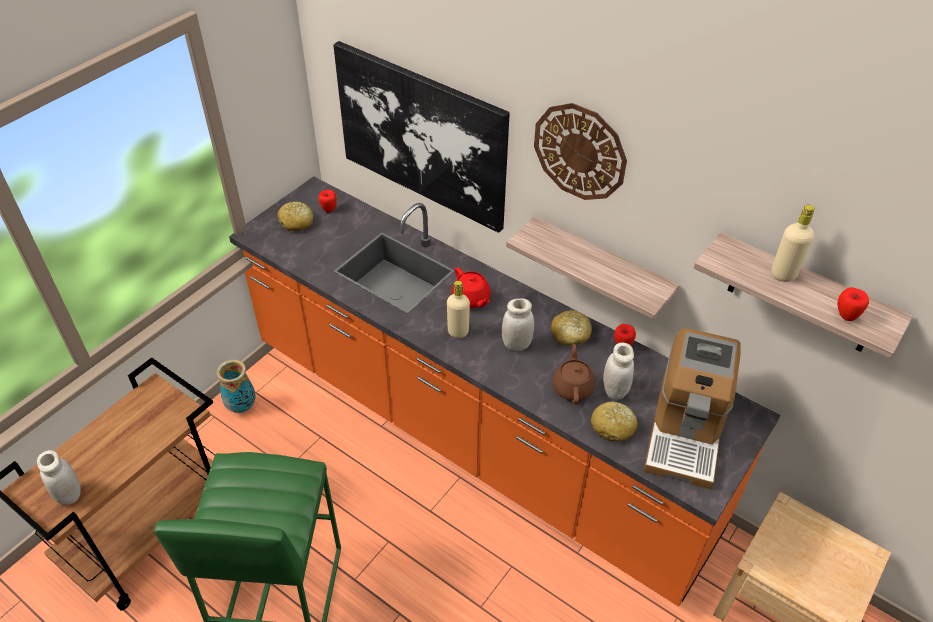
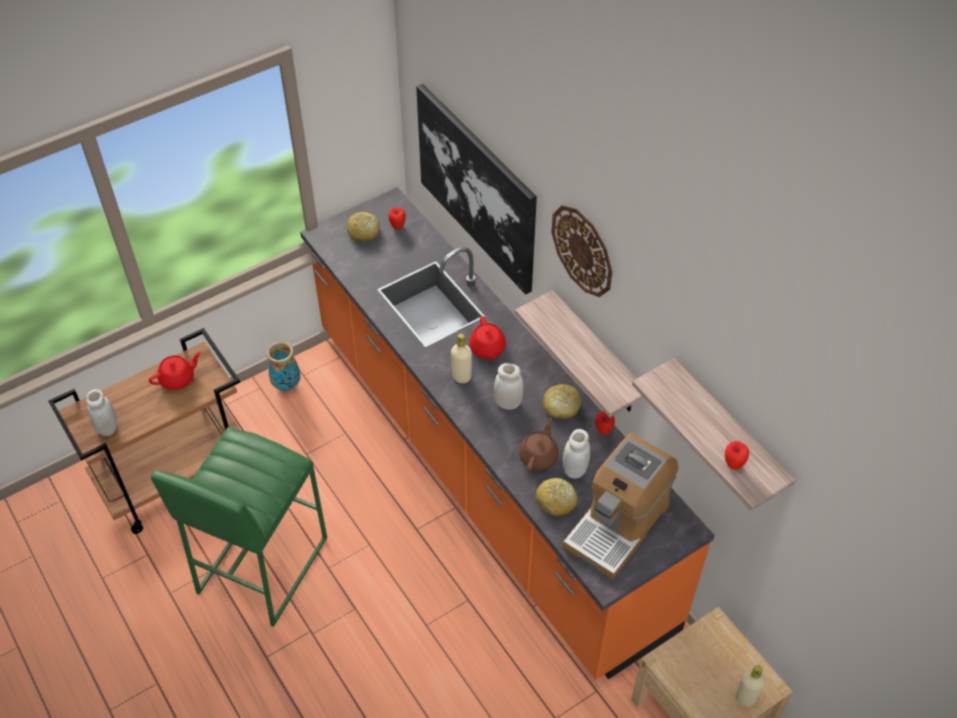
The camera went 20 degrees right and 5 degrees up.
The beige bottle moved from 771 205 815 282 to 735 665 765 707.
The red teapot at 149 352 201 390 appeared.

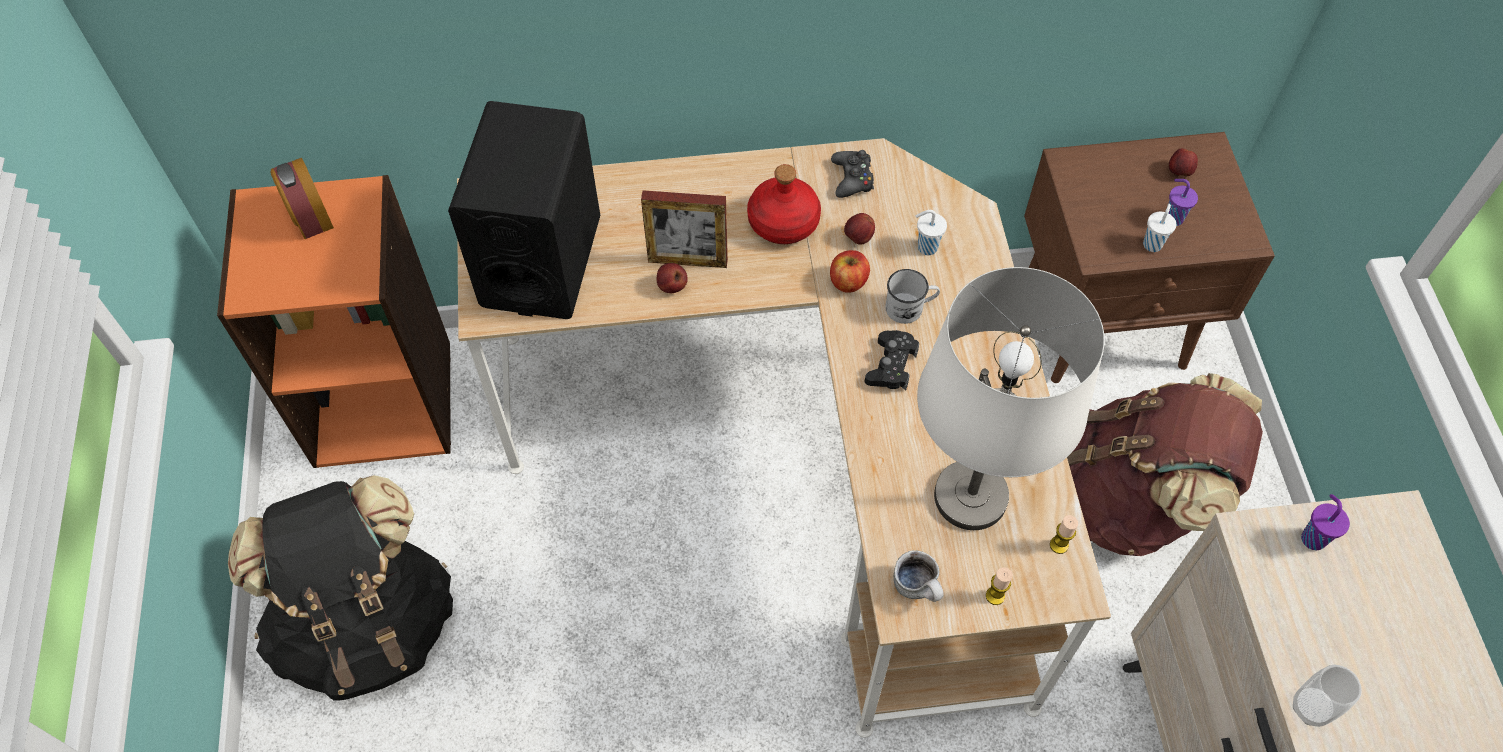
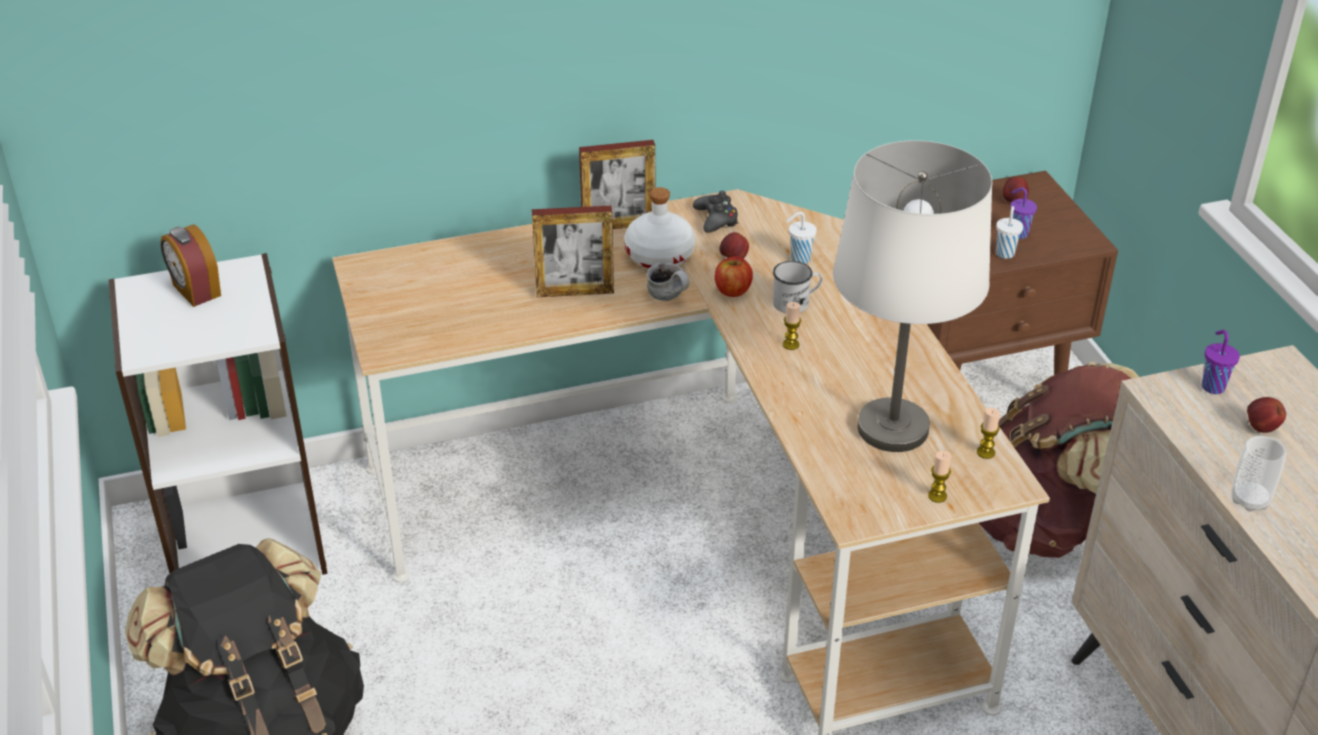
The camera went 10 degrees left and 20 degrees down.
The black speaker at 448 101 600 319 disappeared.
The red bottle at 747 164 821 244 became the white bottle at 624 187 695 268.
The orange bookcase at 217 175 451 468 became the white bookcase at 108 253 327 575.
The apple moved from 656 263 688 293 to 1247 397 1286 433.
The black game controller at 865 330 919 390 was replaced by the candle at 783 302 801 350.
The mug moved from 894 550 944 602 to 647 263 689 301.
The picture frame at 579 140 655 229 appeared.

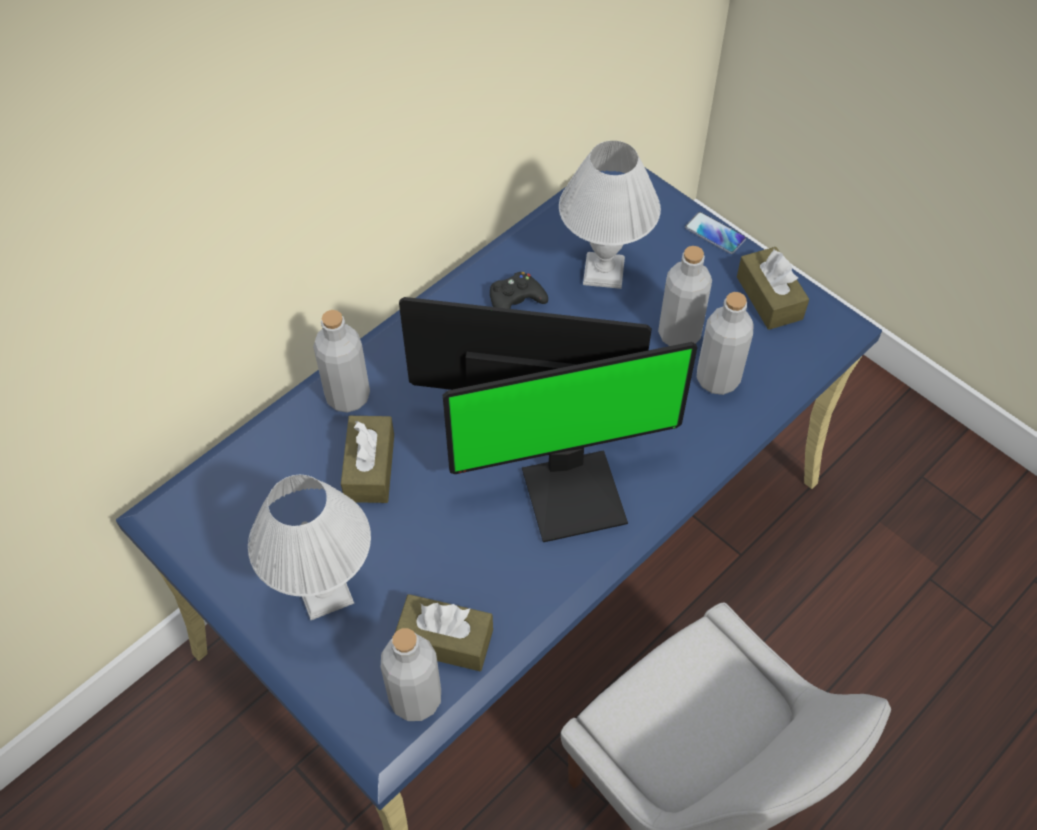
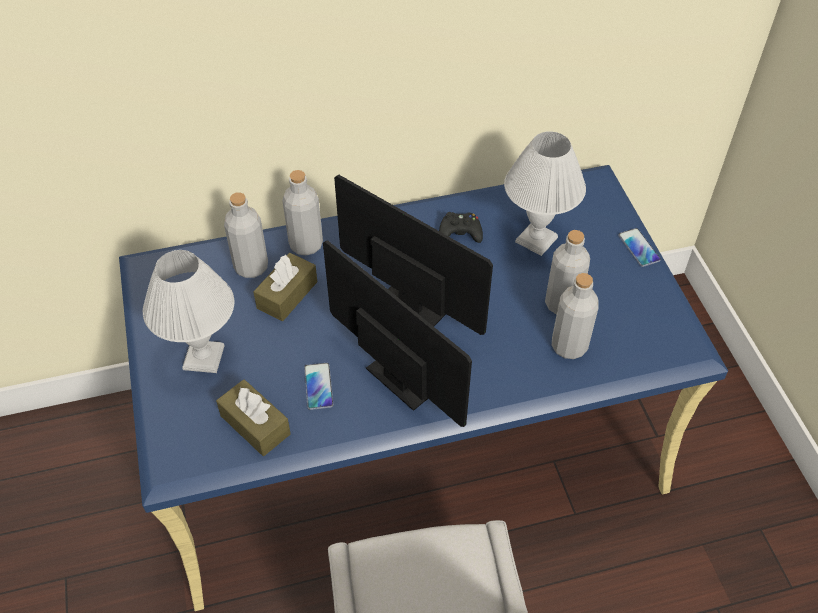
The camera went 30 degrees right and 5 degrees down.
The brown tissue box at 737 247 809 330 disappeared.
The monitor at 443 342 697 542 turned 150 degrees counterclockwise.
The grey bottle moved from 381 628 441 721 to 224 192 268 278.
The phone at 304 363 333 410 appeared.

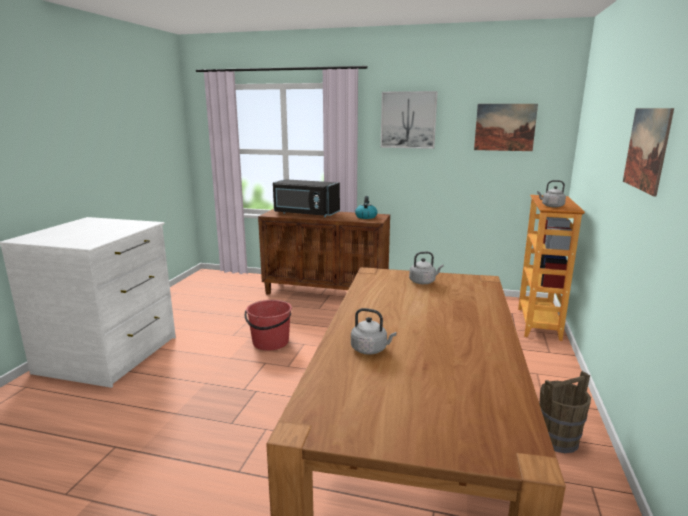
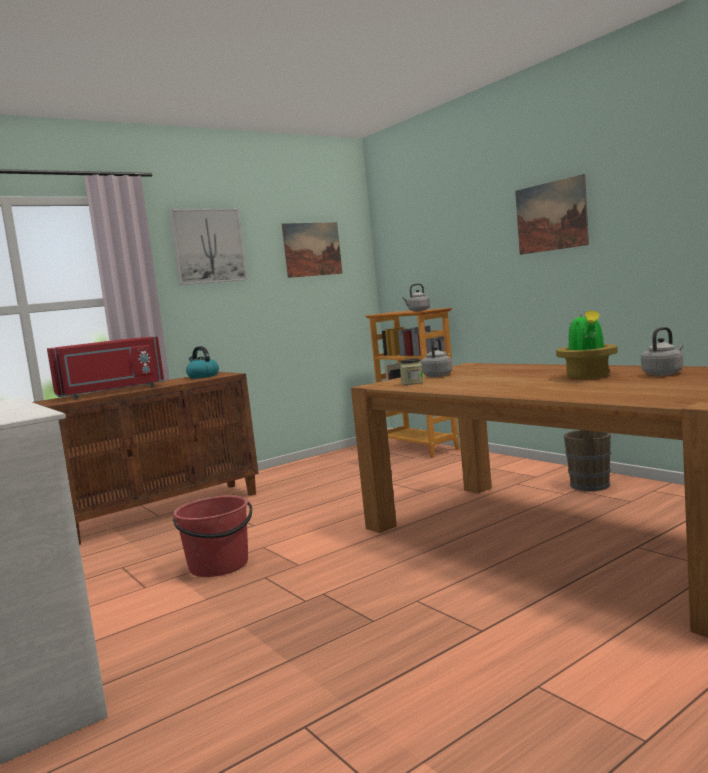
The camera went 50 degrees left and 10 degrees down.
The black microwave at 273 179 340 217 became the red microwave at 47 336 164 399.
The grey kettle moved from 351 308 396 355 to 641 327 683 376.
The potted plant at 556 310 618 378 appeared.
The jar at 400 358 423 385 appeared.

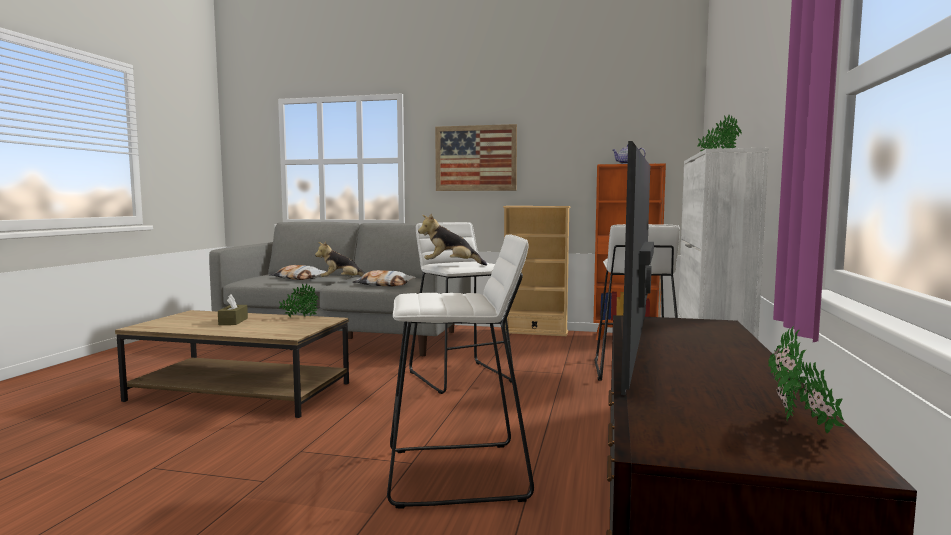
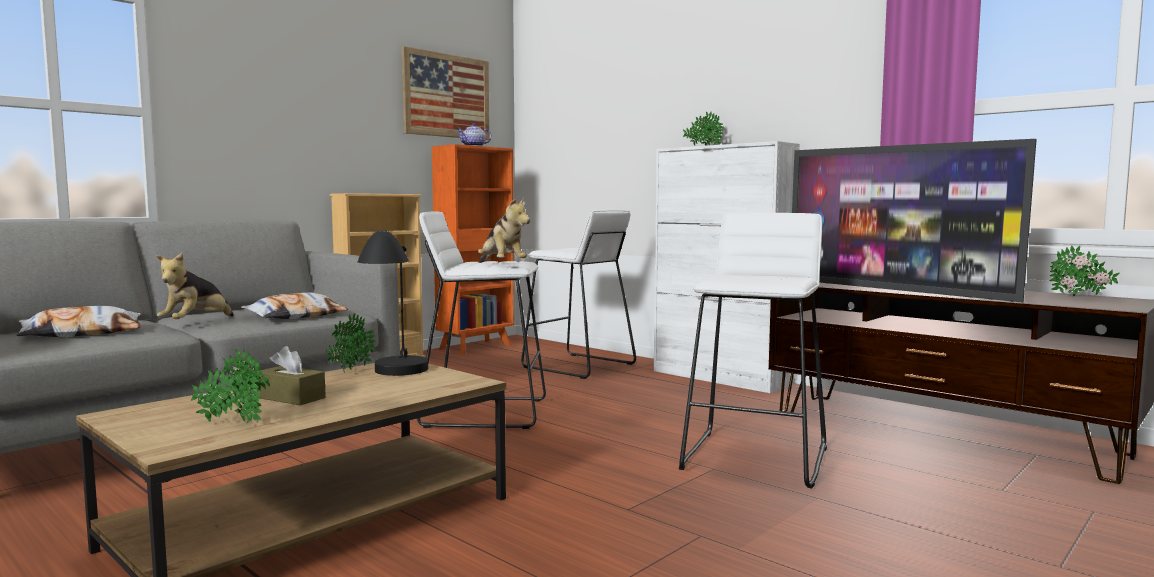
The camera went 60 degrees left and 0 degrees up.
The picture moved from 435 124 517 191 to 401 46 490 140.
The plush toy at 418 214 487 266 turned 60 degrees counterclockwise.
The black table lamp at 358 230 428 376 appeared.
The potted plant at 190 349 270 424 appeared.

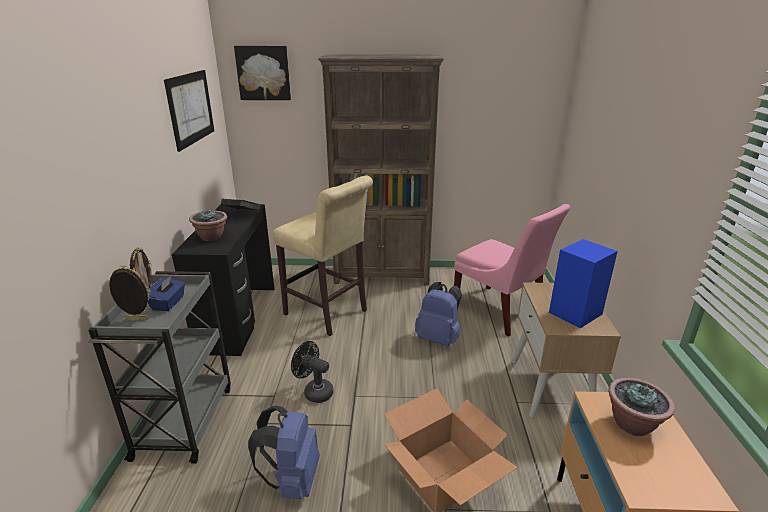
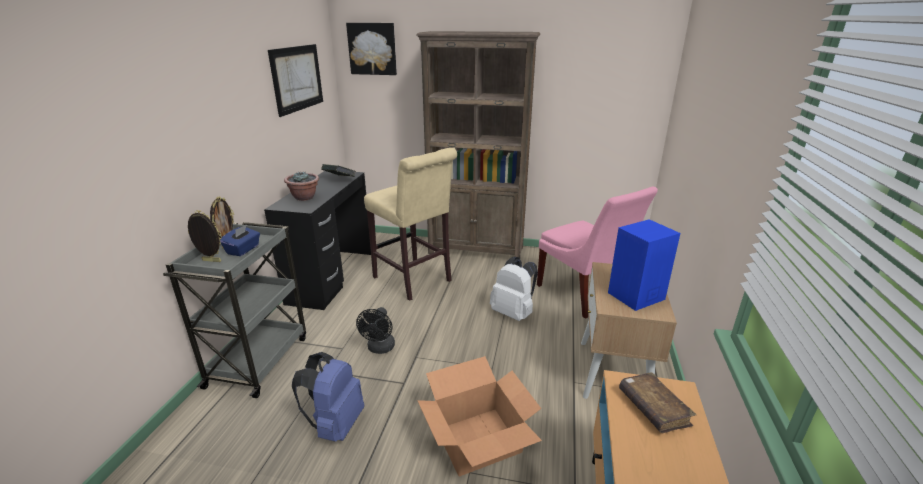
The camera went 10 degrees right and 0 degrees up.
The blue backpack at 415 282 462 346 became the white backpack at 490 257 538 321.
The black fan at 291 341 334 403 turned 120 degrees counterclockwise.
The potted plant at 608 377 675 436 was replaced by the brown book at 619 372 697 433.

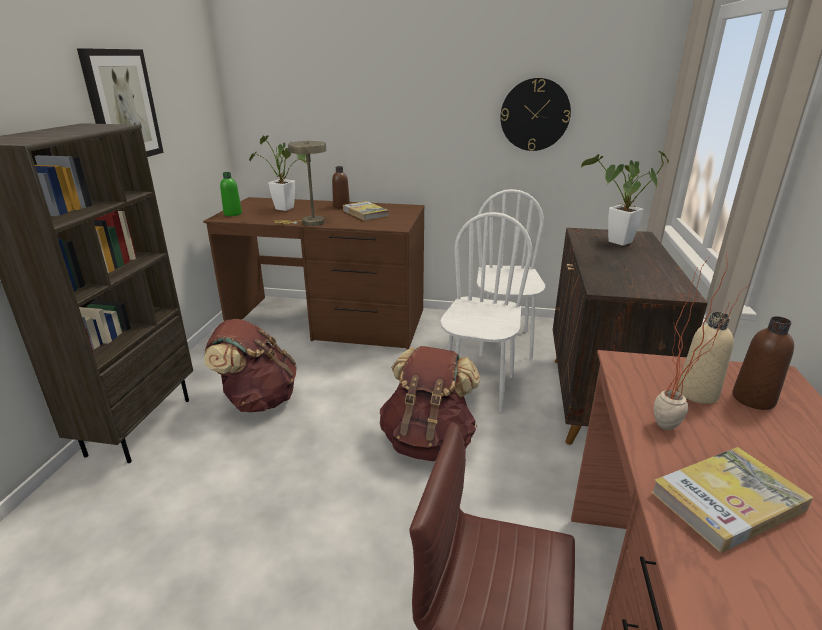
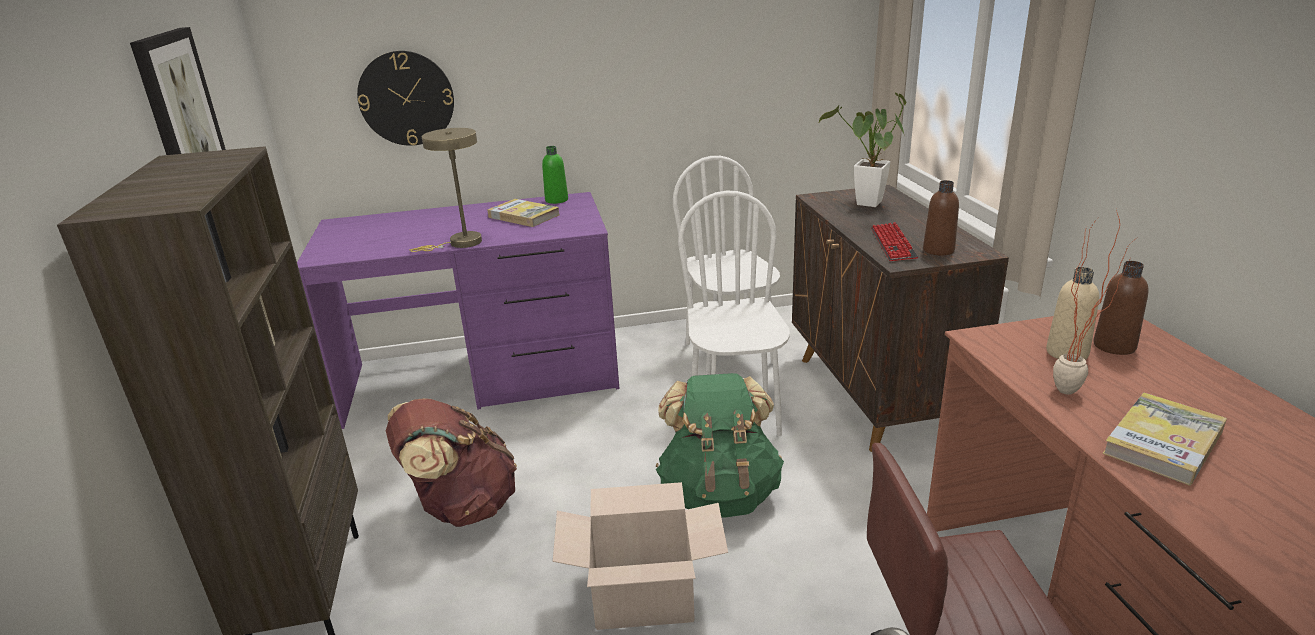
The camera went 20 degrees left and 0 degrees up.
The wall clock moved from 500 78 571 151 to 357 51 454 146.
The potted plant at 249 135 307 211 disappeared.
The brown bottle moved from 332 166 350 209 to 923 180 959 256.
The green bottle moved from 220 172 242 216 to 542 146 568 204.
The brown desk at 203 197 425 350 became the purple desk at 297 192 619 429.
The brown backpack at 380 346 480 461 became the green backpack at 656 373 784 517.
The keyboard at 871 222 918 261 appeared.
The cardboard box at 553 482 728 630 appeared.

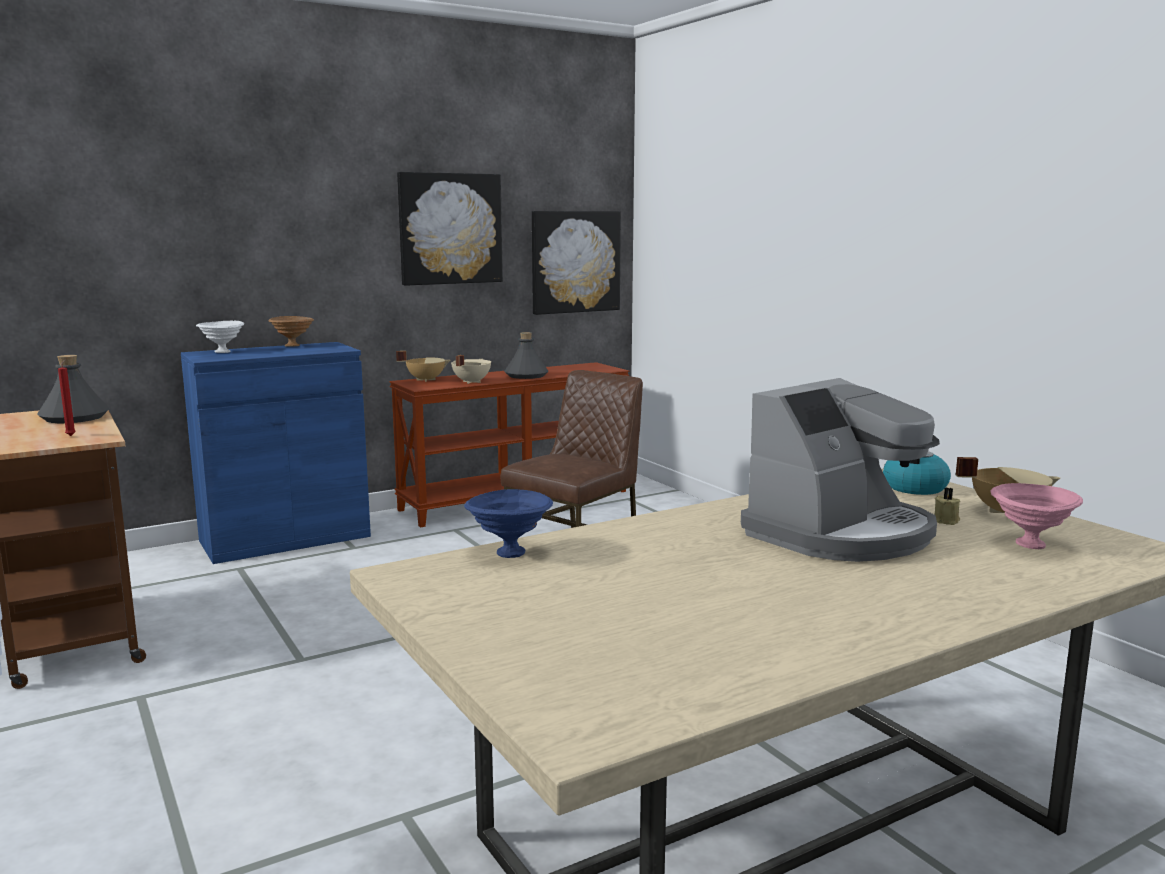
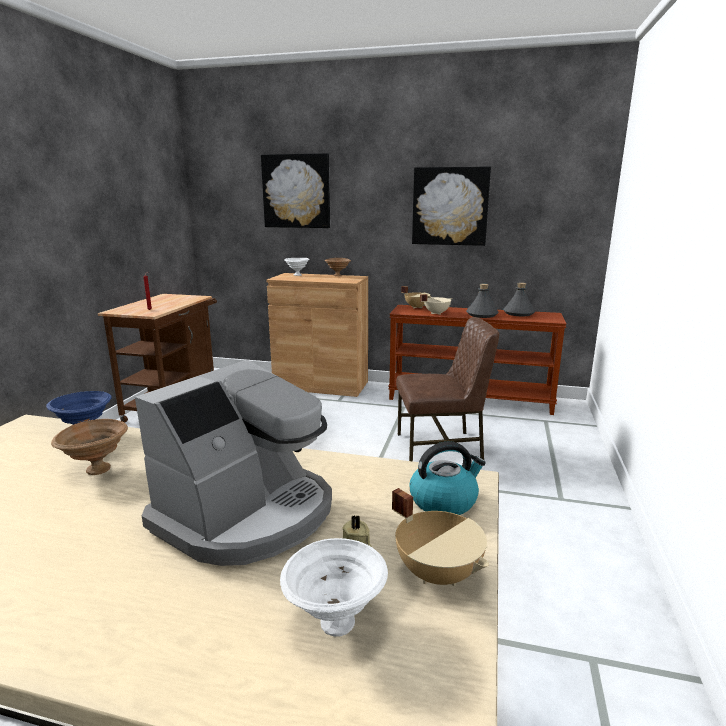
The camera went 45 degrees right and 5 degrees up.
The picture moved from 532 211 621 315 to 261 153 330 228.
The blue cabinet at 181 342 371 564 became the brown cabinet at 266 273 368 397.
The grey bottle moved from 37 355 109 423 to 503 283 536 316.
The coffee machine at 741 378 940 562 turned 60 degrees counterclockwise.
The pink bowl at 990 483 1083 549 became the white bowl at 280 538 388 637.
The brown bowl at 51 419 128 475 appeared.

